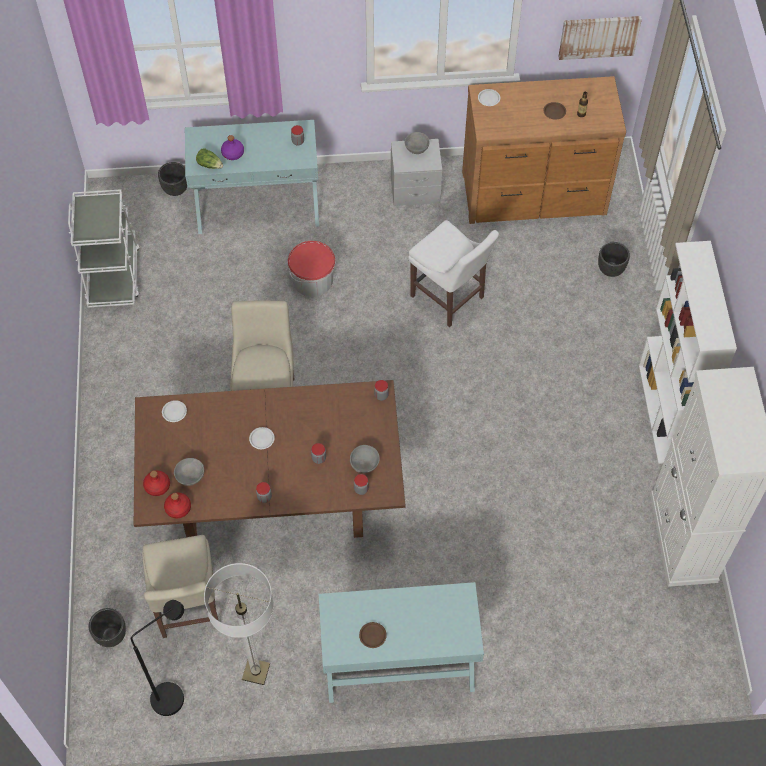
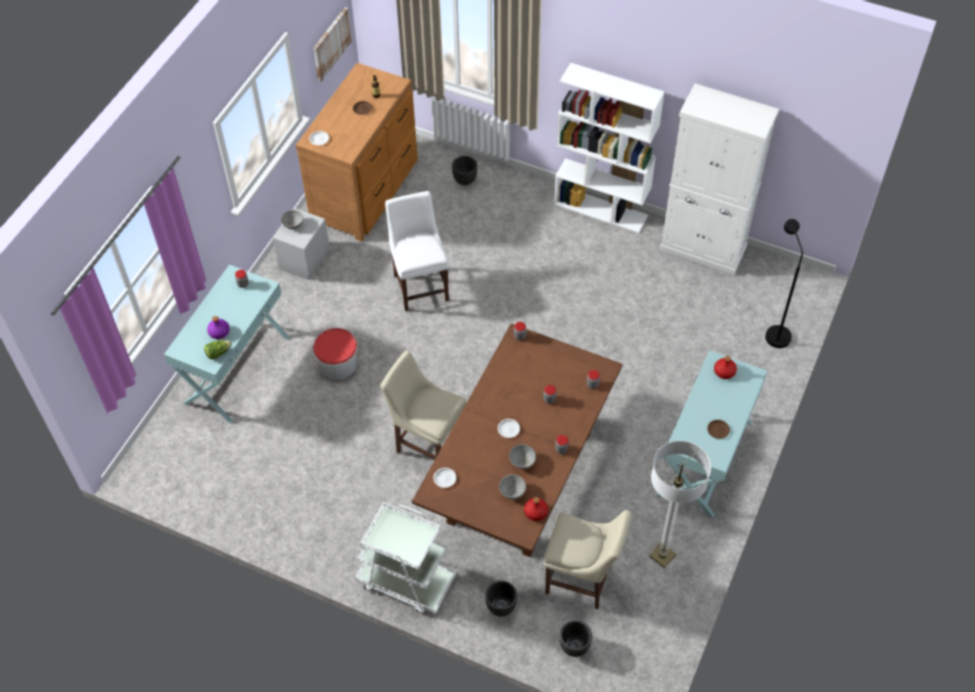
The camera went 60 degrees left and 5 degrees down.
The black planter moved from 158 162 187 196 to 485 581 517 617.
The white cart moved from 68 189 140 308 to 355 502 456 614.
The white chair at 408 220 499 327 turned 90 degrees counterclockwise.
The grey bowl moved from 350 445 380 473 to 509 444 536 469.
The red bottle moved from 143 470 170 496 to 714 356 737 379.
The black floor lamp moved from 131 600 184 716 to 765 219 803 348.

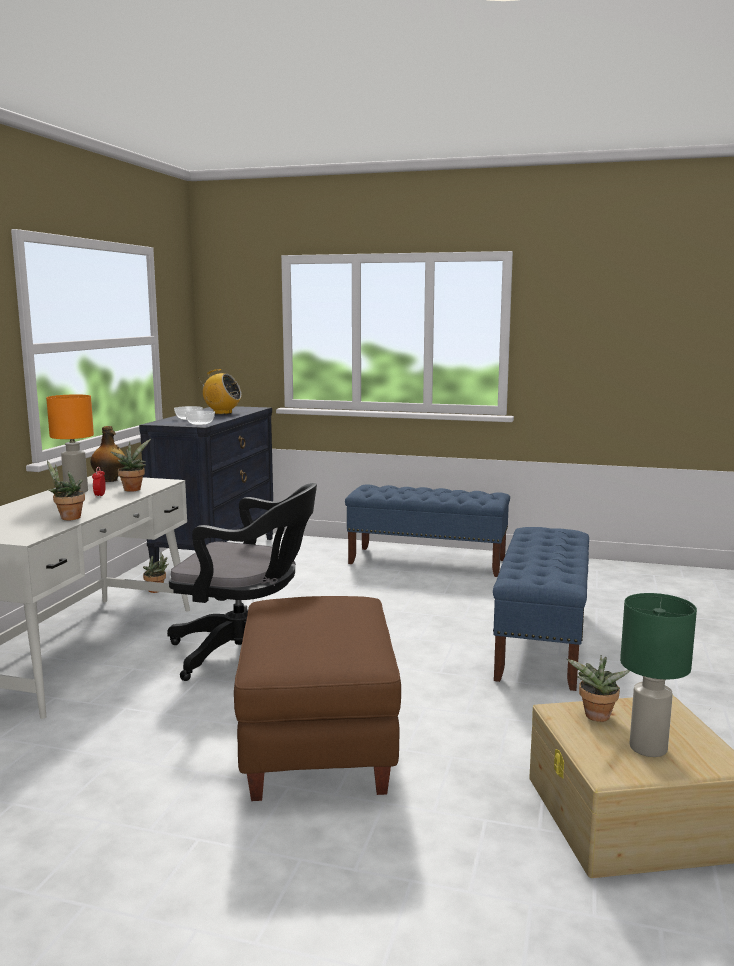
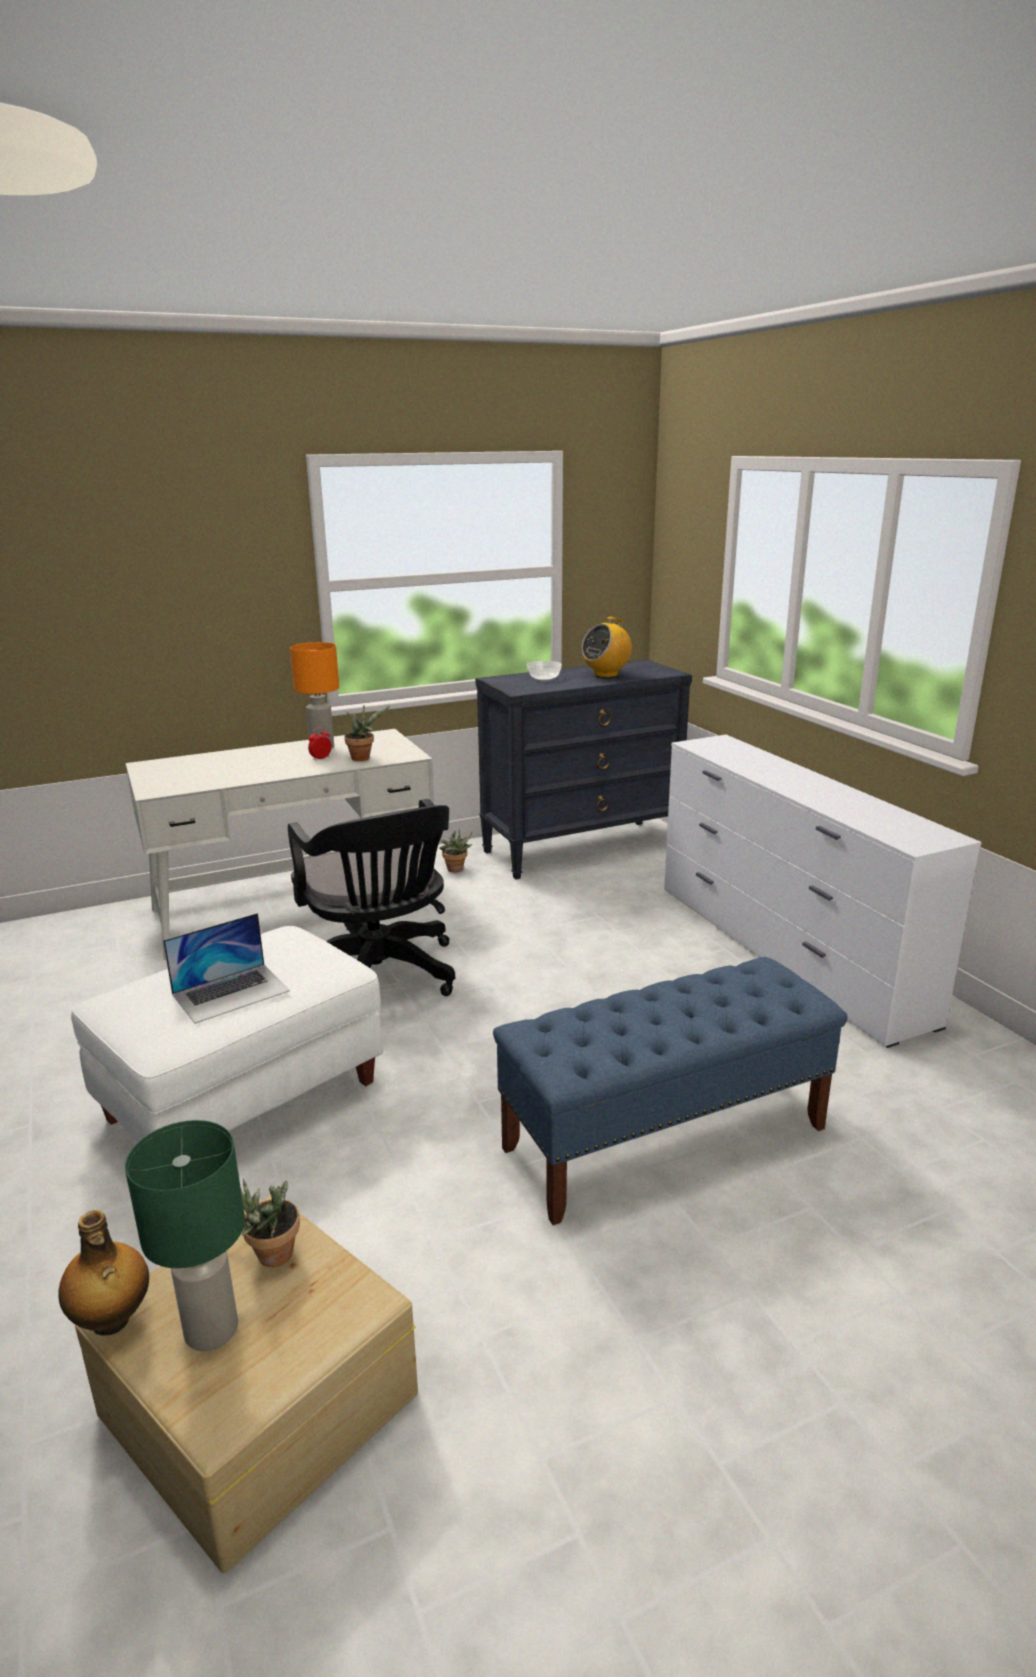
The camera went 50 degrees right and 10 degrees up.
The radio at 198 369 242 414 turned 75 degrees clockwise.
The bowl at 185 411 215 425 disappeared.
The bottle moved from 91 426 126 482 to 58 1210 149 1336.
The potted plant at 47 461 85 520 disappeared.
The blue bench at 345 485 510 577 was replaced by the white dresser at 664 735 982 1048.
The brown ottoman at 234 596 401 801 became the white ottoman at 71 926 383 1142.
The laptop at 163 913 290 1024 appeared.

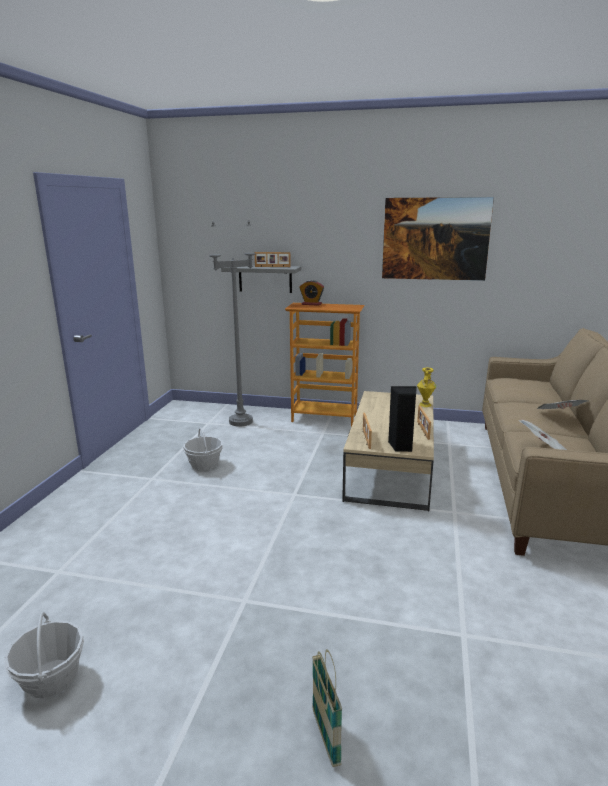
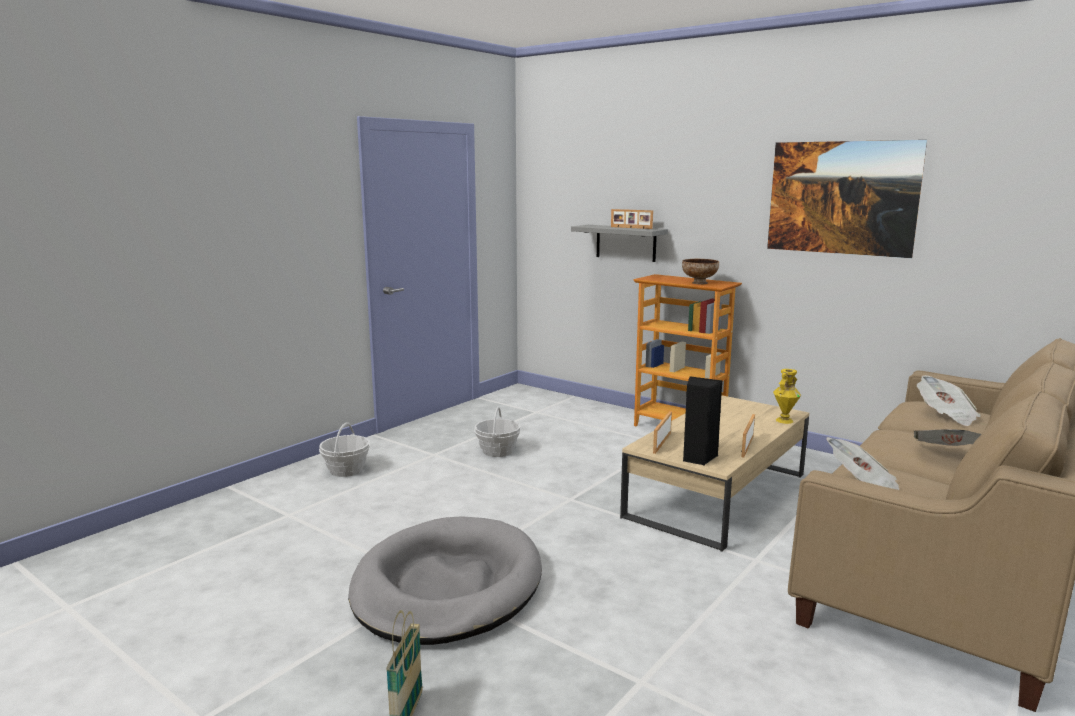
The camera went 25 degrees right and 5 degrees down.
The grey floor lamp at 209 220 256 427 disappeared.
The alarm clock at 300 280 324 306 disappeared.
The basket moved from 4 612 84 698 to 319 422 370 477.
The bowl at 682 259 719 284 appeared.
The newspaper at 917 375 981 426 appeared.
The grey dog bed at 348 516 542 645 appeared.

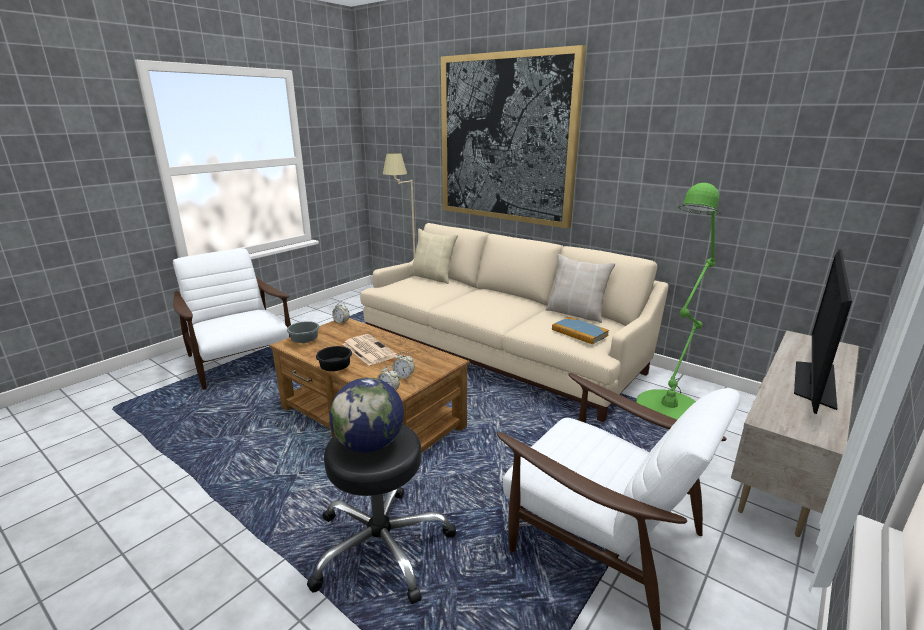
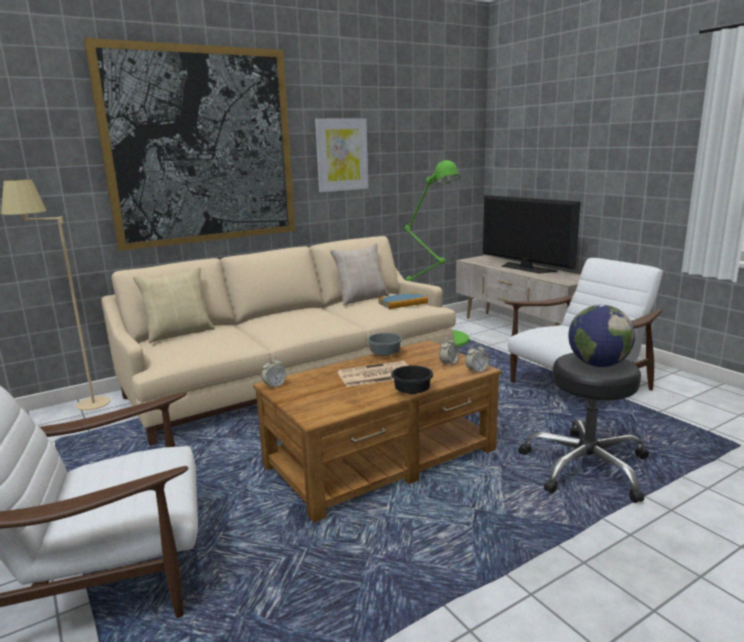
The camera went 70 degrees left and 5 degrees down.
The grey bowl moved from 287 321 320 343 to 367 333 403 356.
The picture at 315 118 369 192 appeared.

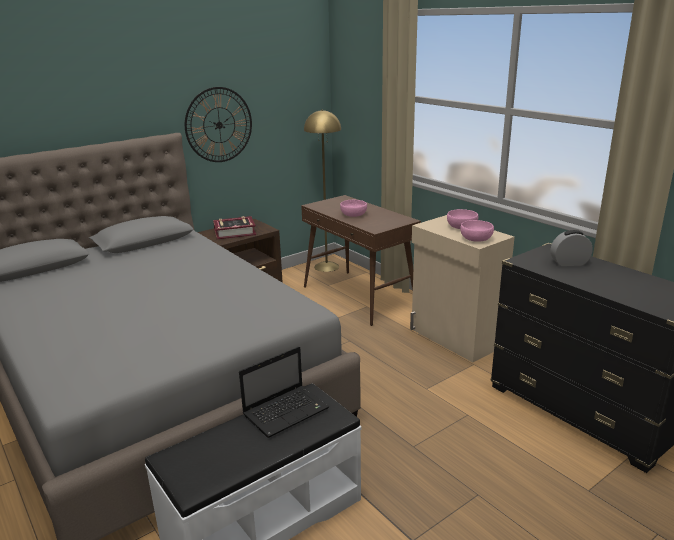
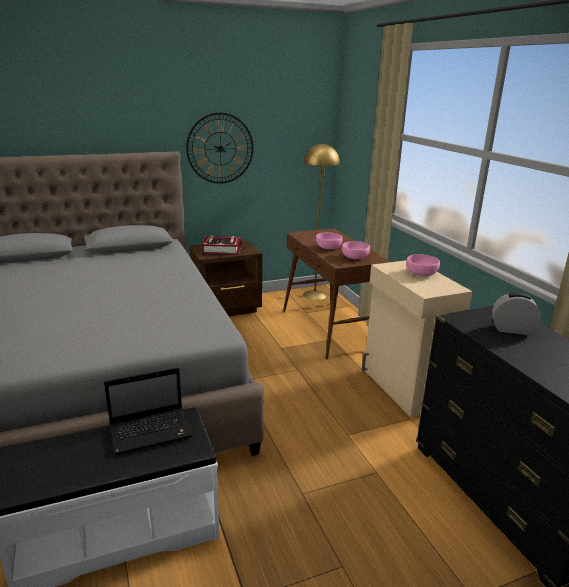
The camera went 15 degrees right and 0 degrees up.
The pink bowl moved from 460 220 494 242 to 342 241 370 259.

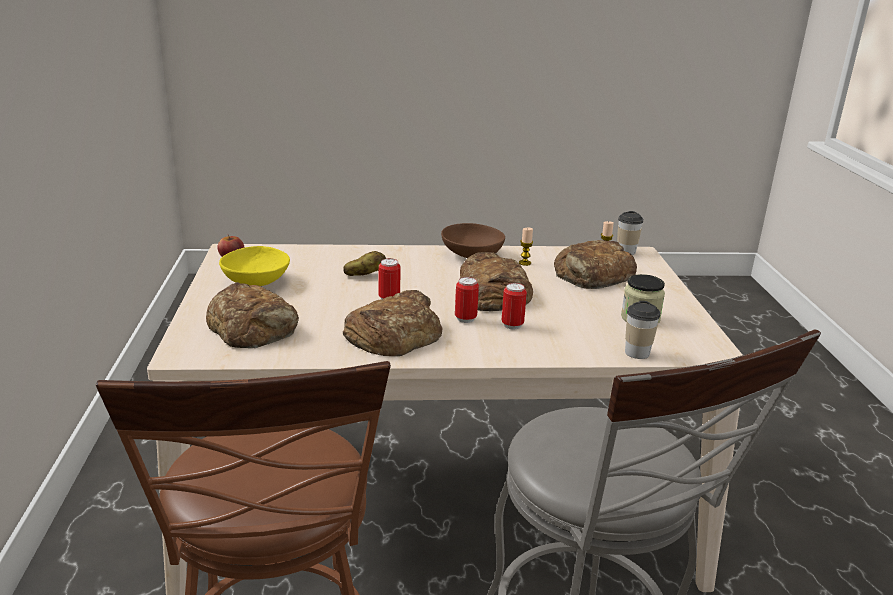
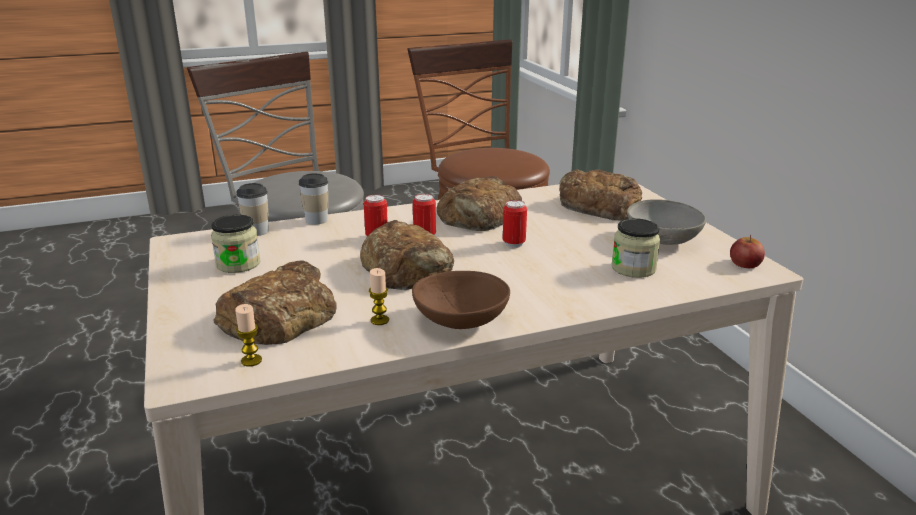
The camera went 165 degrees right and 0 degrees up.
The cup moved from 617 211 643 255 to 299 173 328 224.
The yellow bowl at 219 246 290 286 became the grey bowl at 627 199 706 245.
The potato at 344 251 386 276 disappeared.
The jar at 612 218 660 278 appeared.

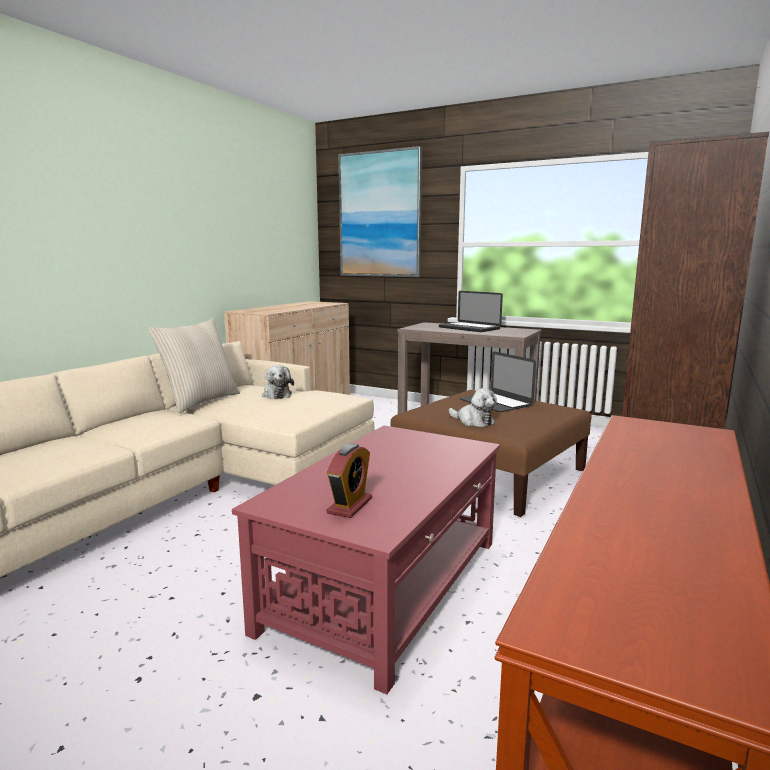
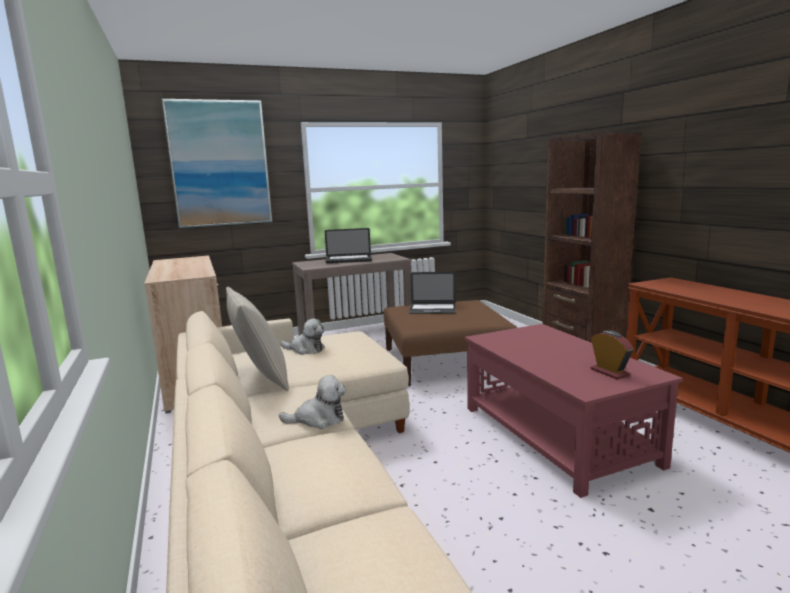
The camera went 50 degrees left and 0 degrees up.
The plush toy moved from 449 388 497 427 to 279 375 346 429.

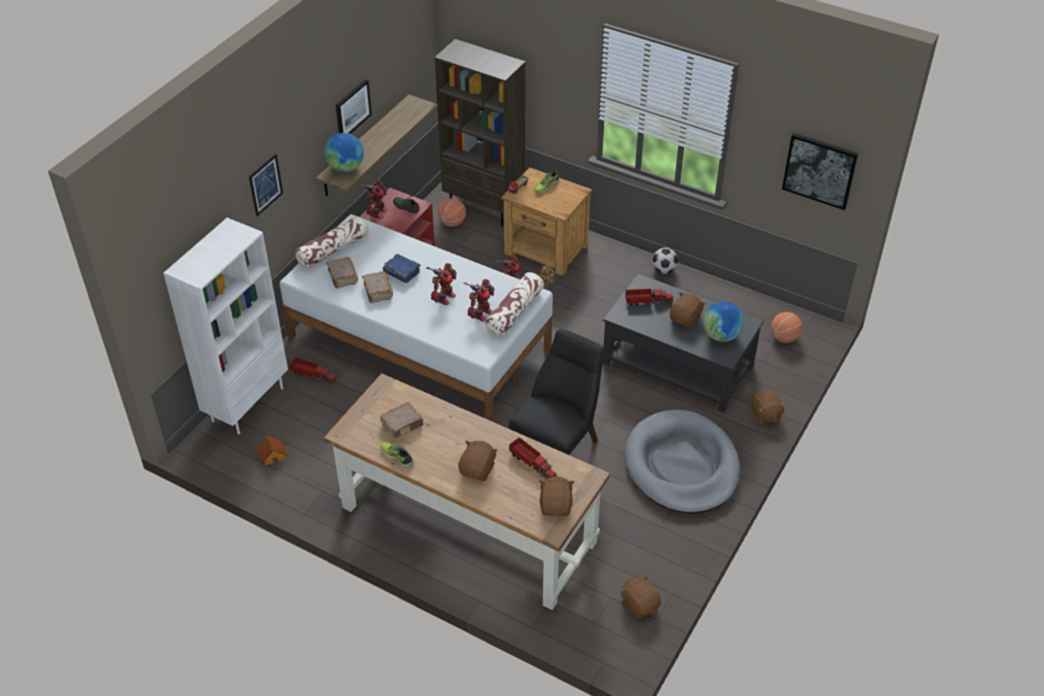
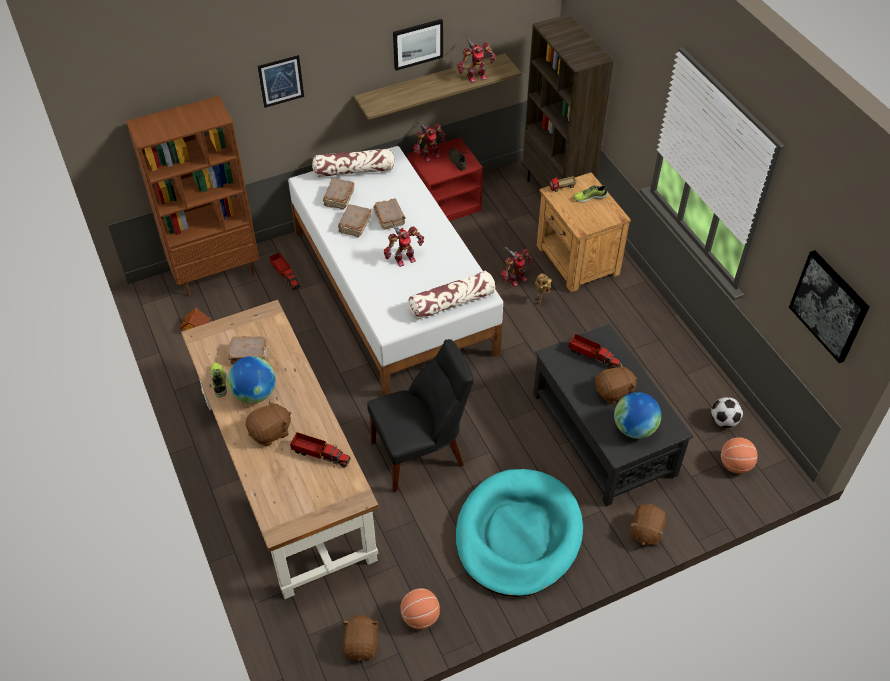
The camera went 35 degrees right and 5 degrees up.
The globe moved from 324 133 364 172 to 228 356 276 404.
The basketball moved from 438 198 466 227 to 400 588 440 629.
The white bookcase at 163 218 288 435 became the brown bookcase at 126 96 259 296.
The football moved from 652 248 678 274 to 711 397 743 428.
The blue book at 383 254 421 283 became the brown book at 373 199 406 229.
The toy robot moved from 464 279 495 322 to 457 38 496 83.
The grey dog bed at 625 409 740 514 became the turquoise dog bed at 456 469 583 597.
The toy truck at 509 437 557 479 turned 60 degrees counterclockwise.
The brown plush toy at 539 476 574 516 disappeared.

